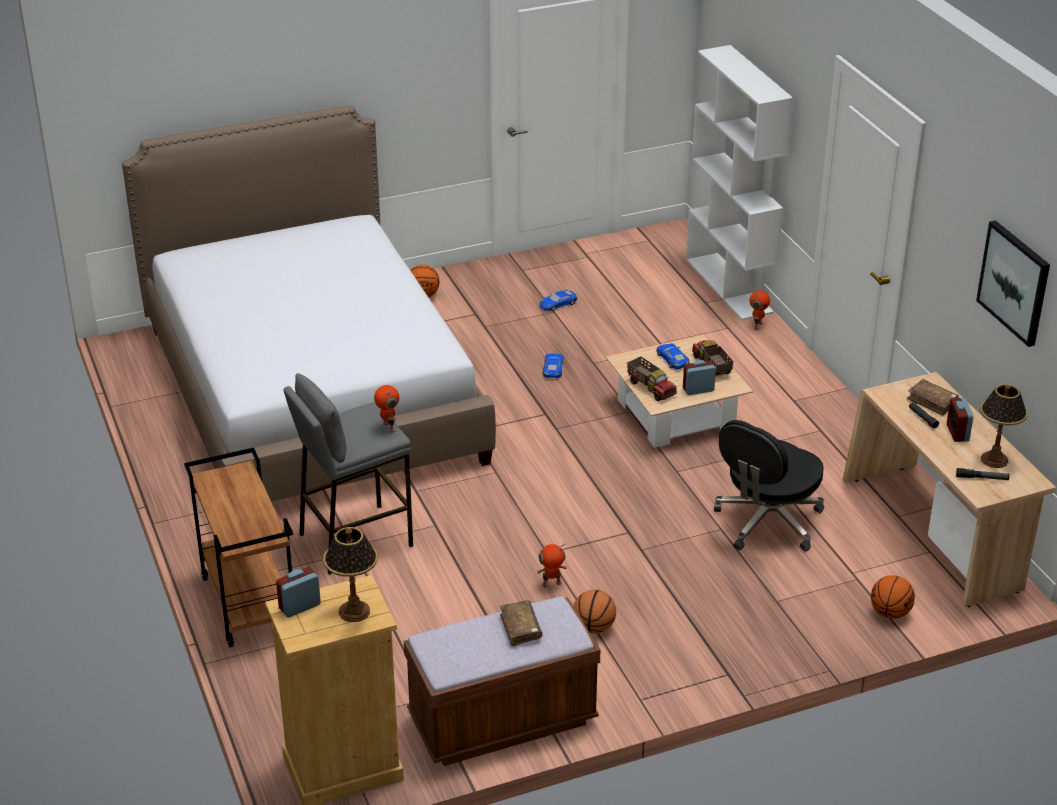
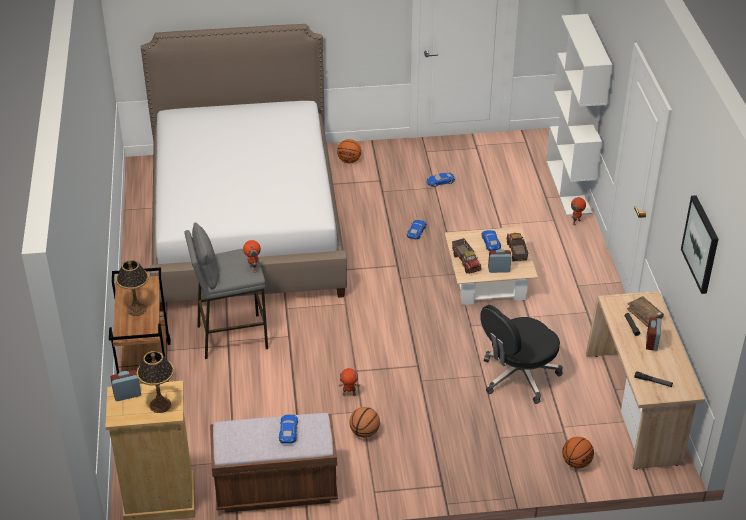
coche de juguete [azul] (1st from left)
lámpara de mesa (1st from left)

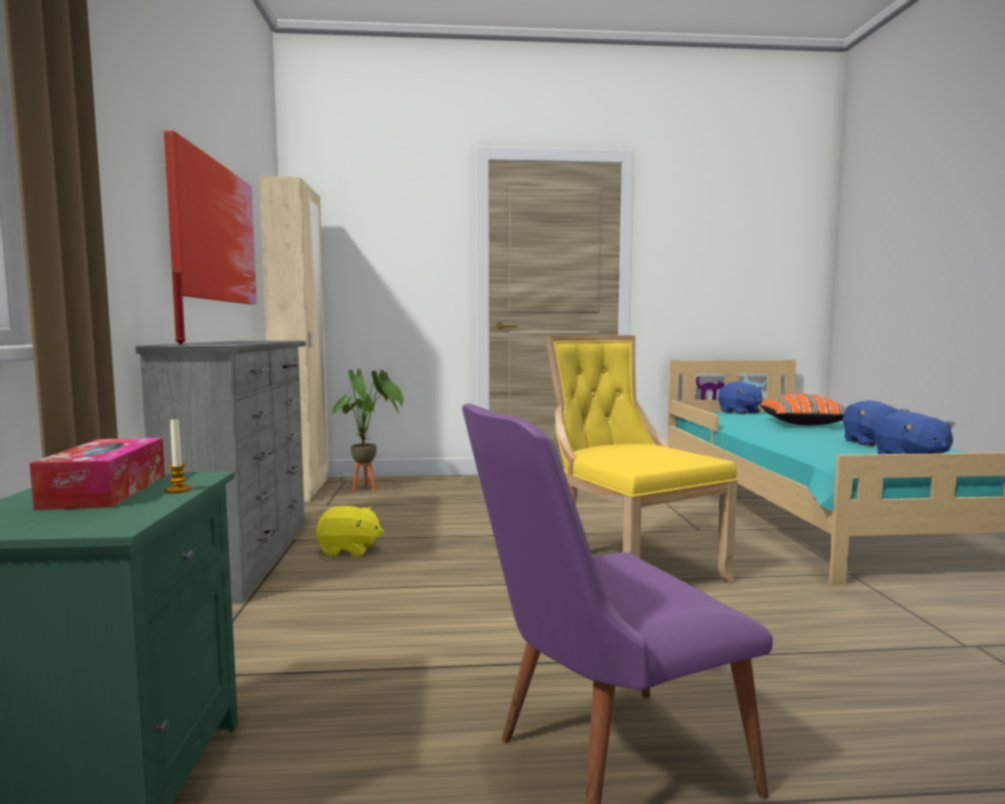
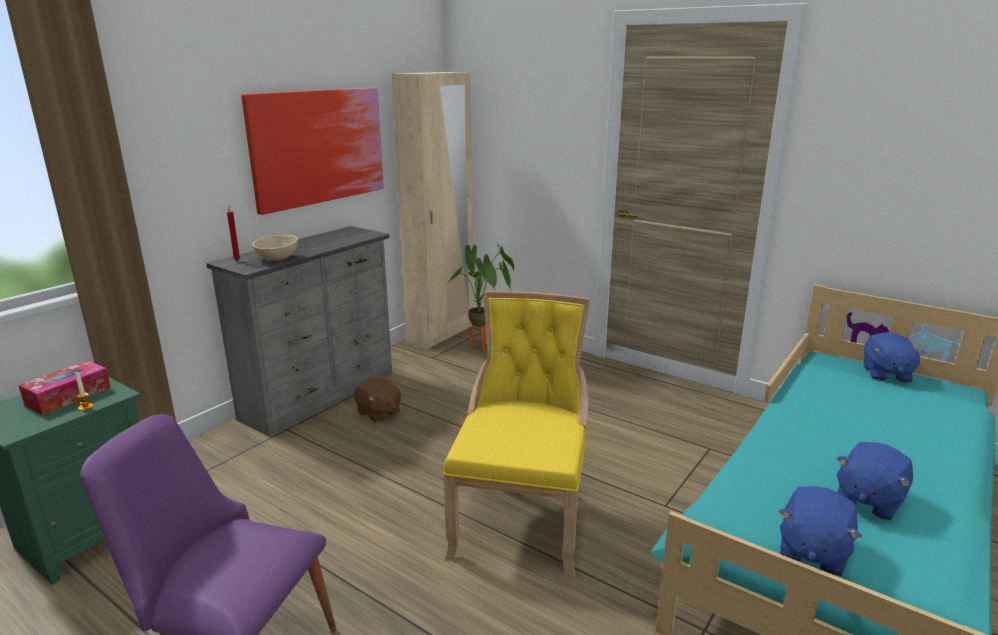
peluche [marrón]
cojín [naranja]
cuenco [beis]

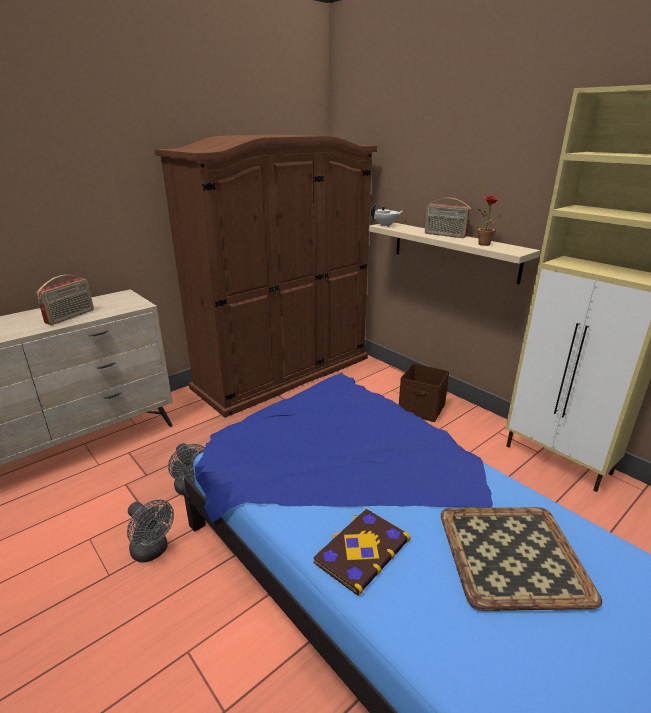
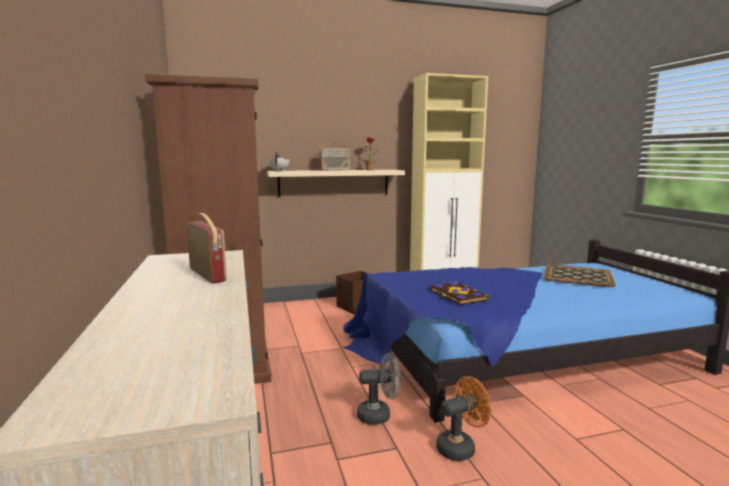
ventilador [naranja]
libro

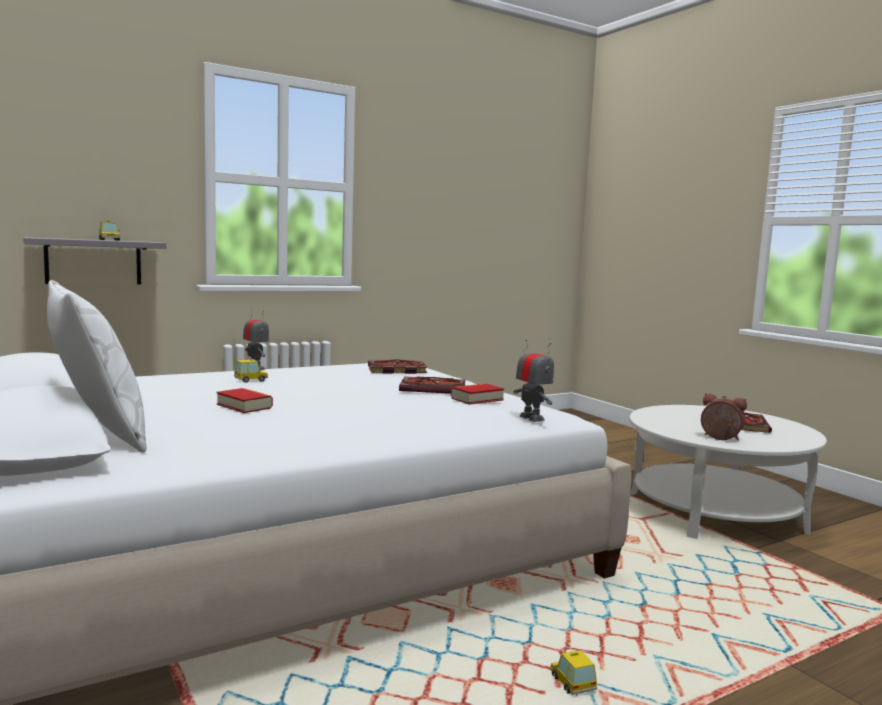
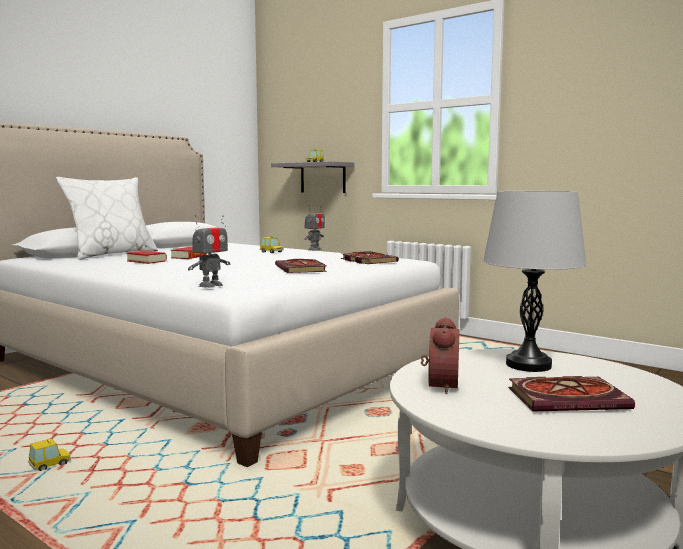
libro (1st from left)
lámpara de mesa [gris]

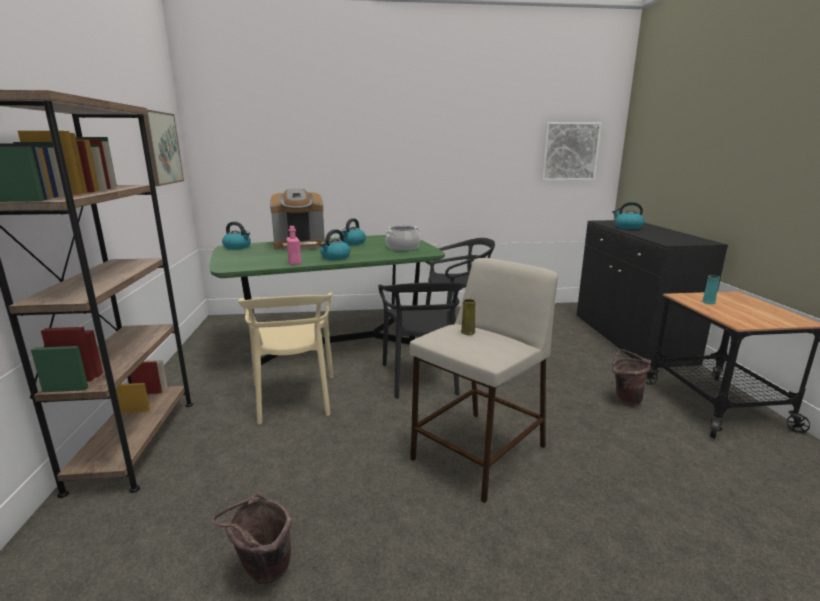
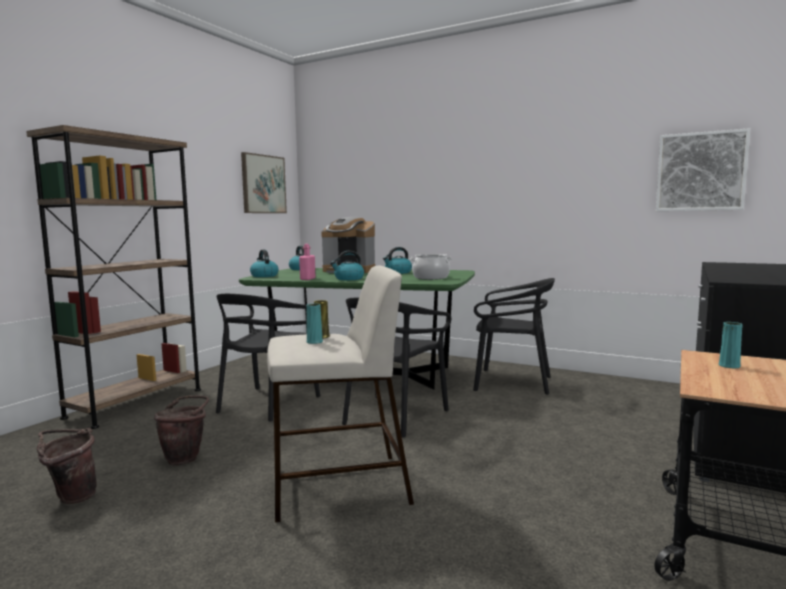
silla [negro] (1st from left)
hervidor (1st from left)
cubo [marrón] (2nd from left)
florero [turquesa] (1st from left)

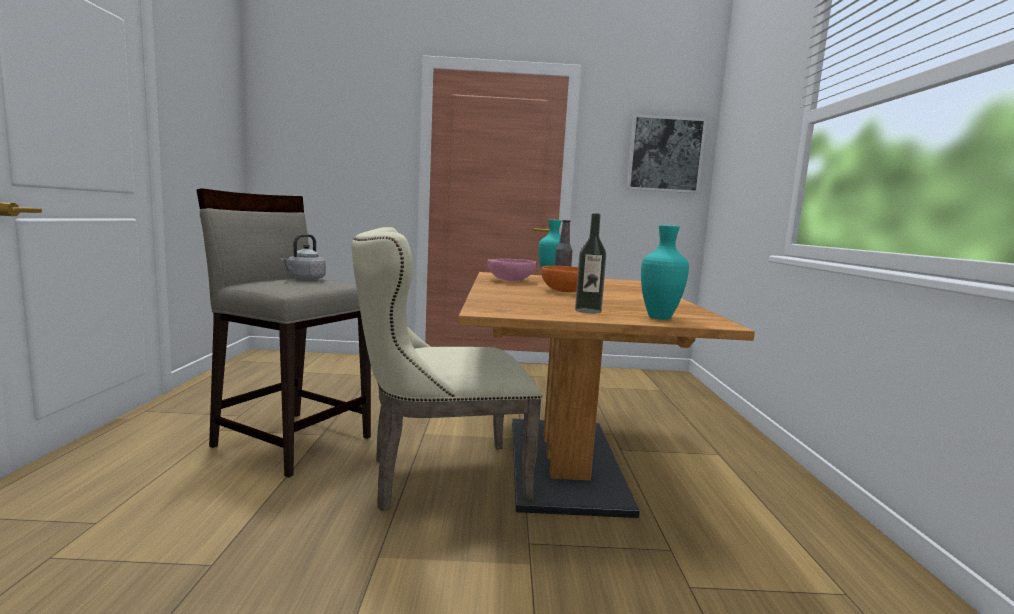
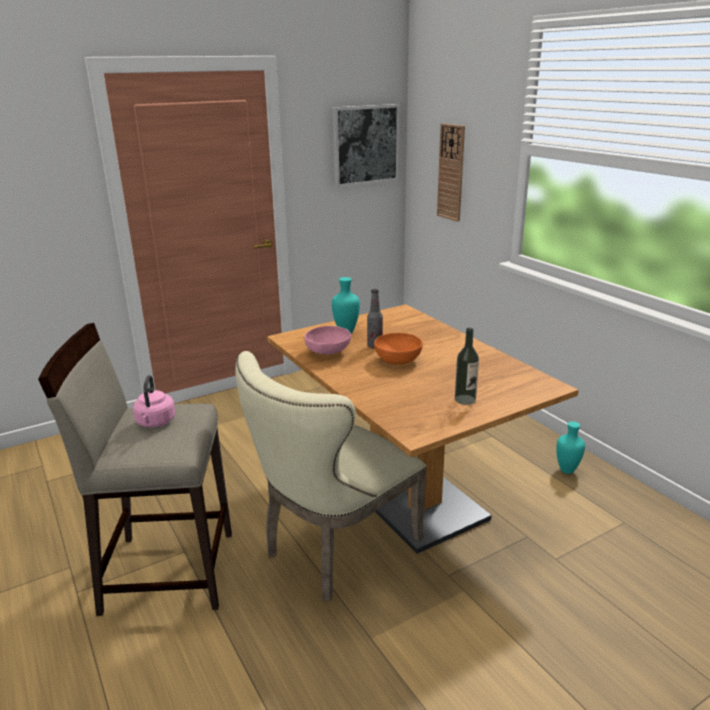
hervidor [rosa]
florero [turquesa] (2nd from left)
reloj de pared

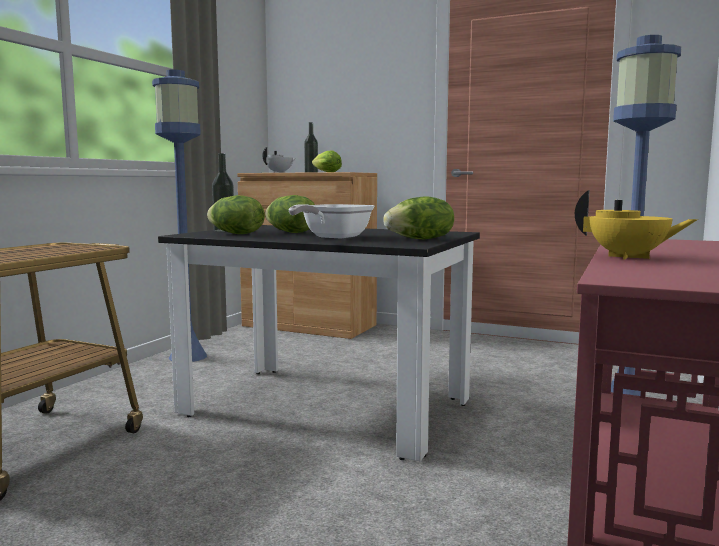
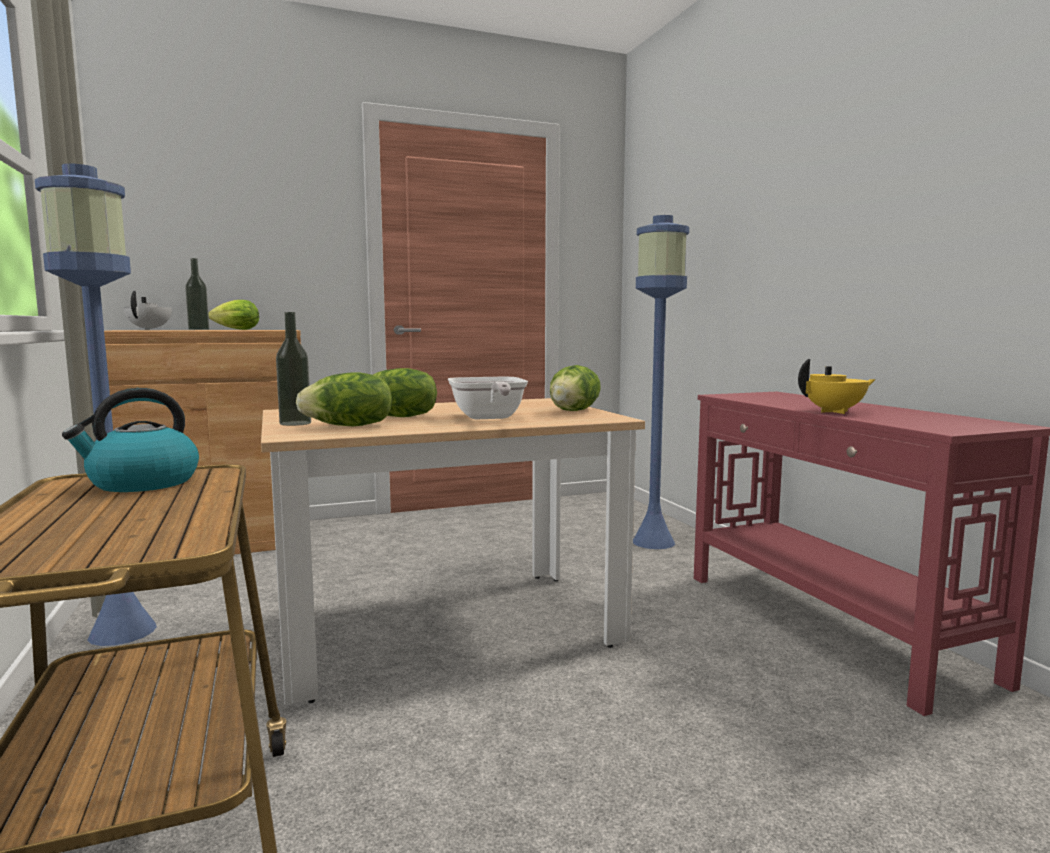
mesa de comedor [beis]
hervidor

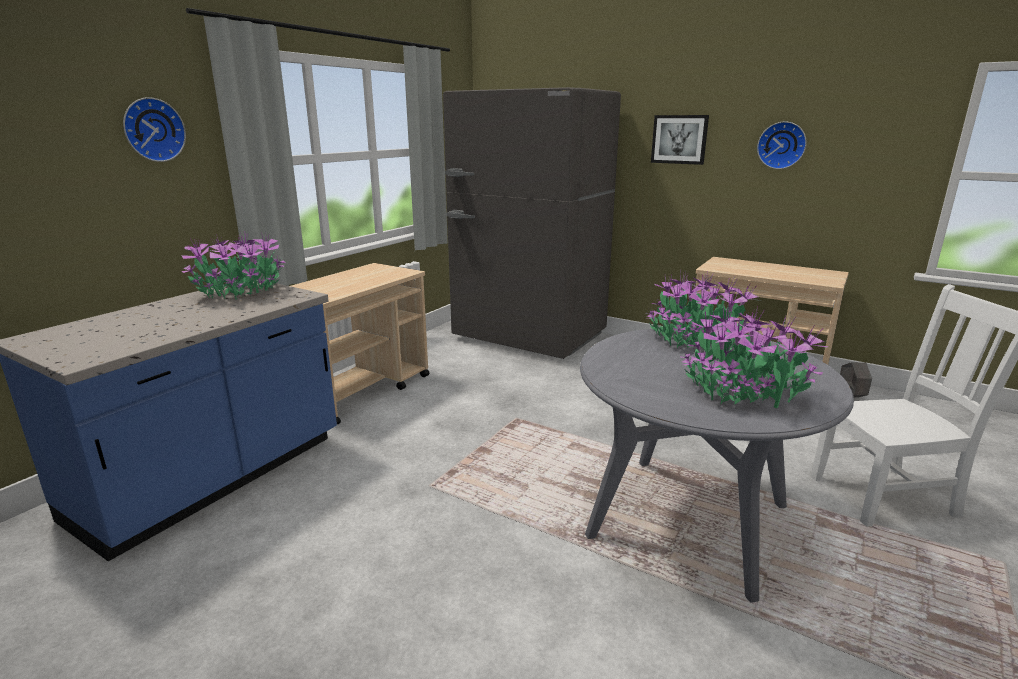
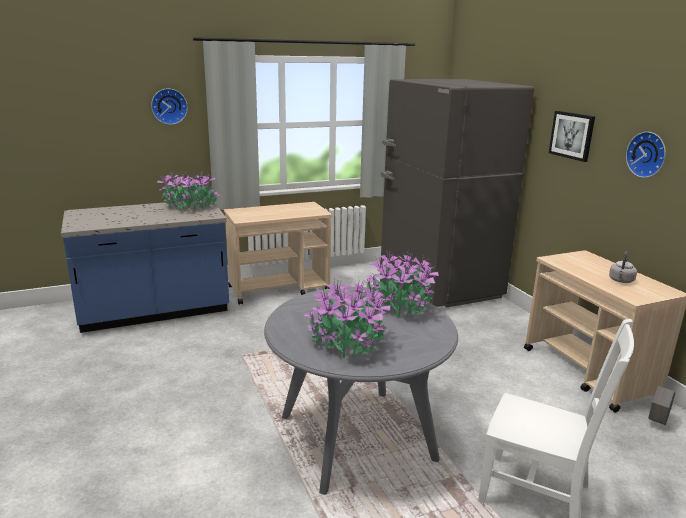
hervidor [gris]

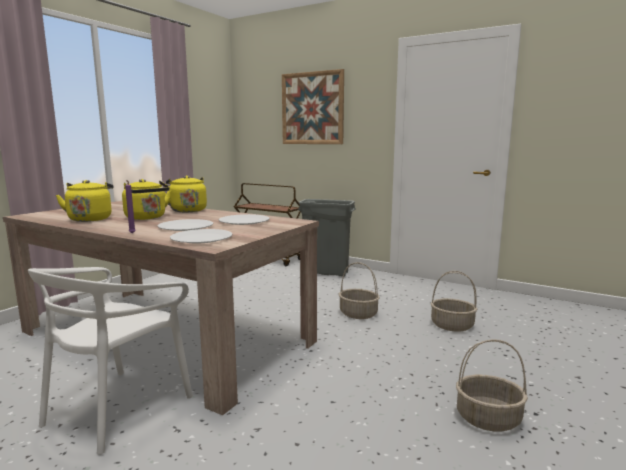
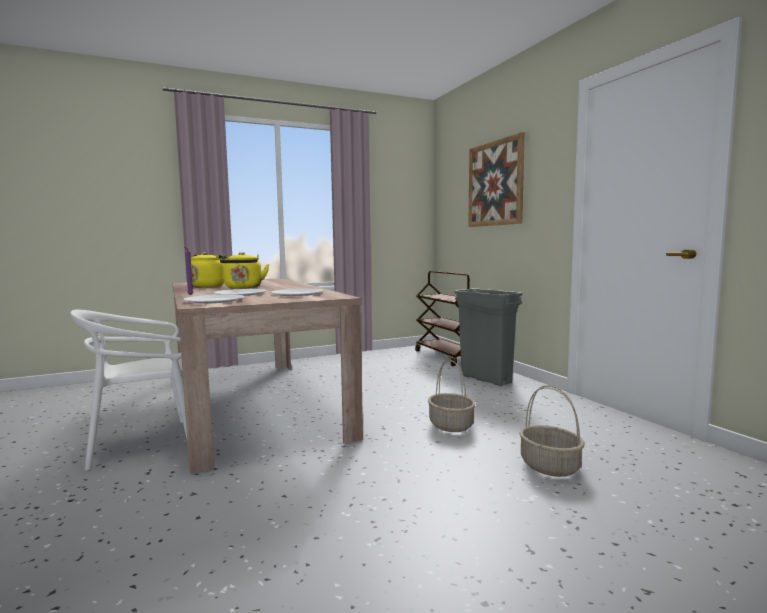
hervidor [amarillo] (3rd from left in the first image)
cesta (3rd from left in the first image)

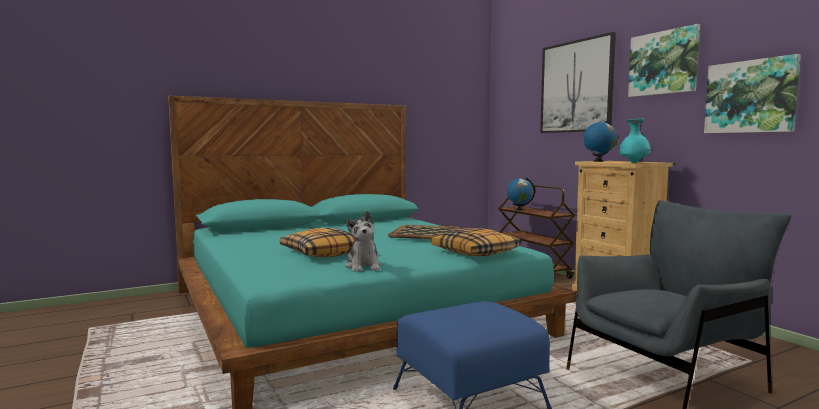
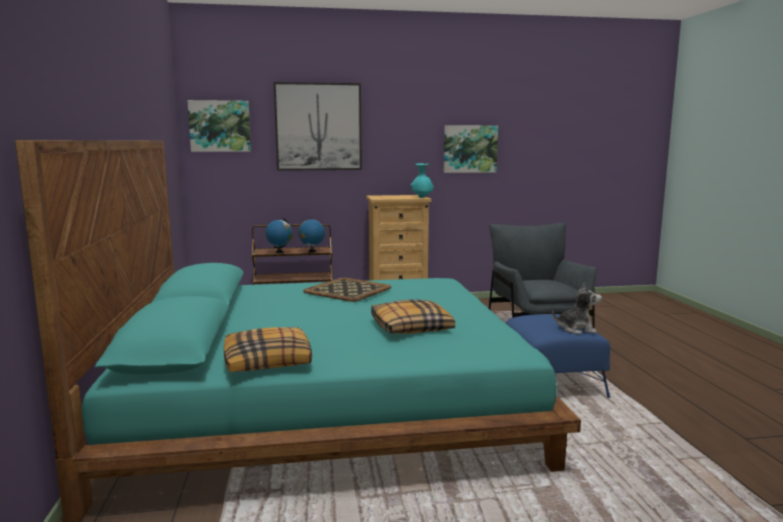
peluche
cojín (1st from left)
globo terráqueo (2nd from left)
cuadro (1st from left)

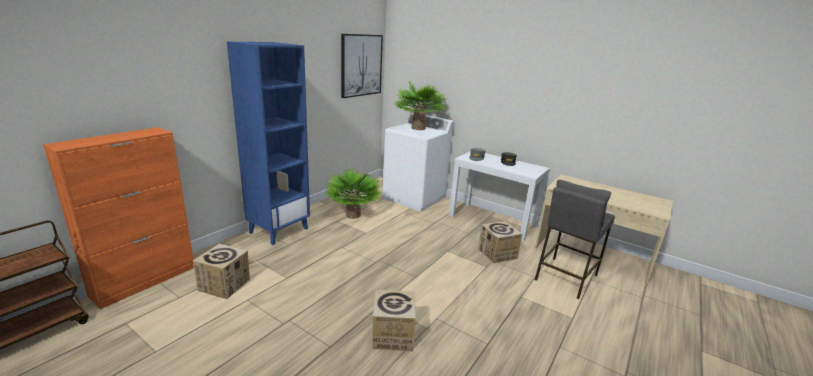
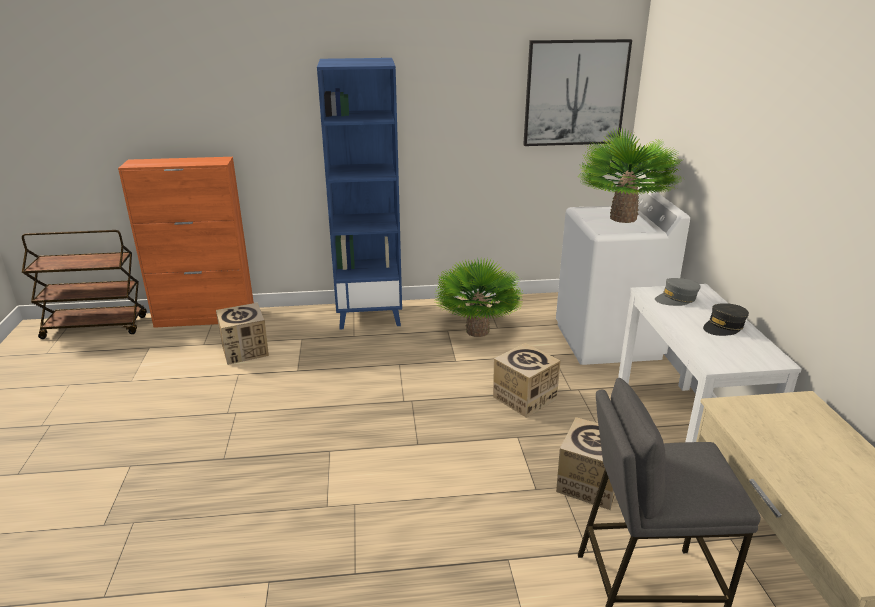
caja de cartón (2nd from left)

